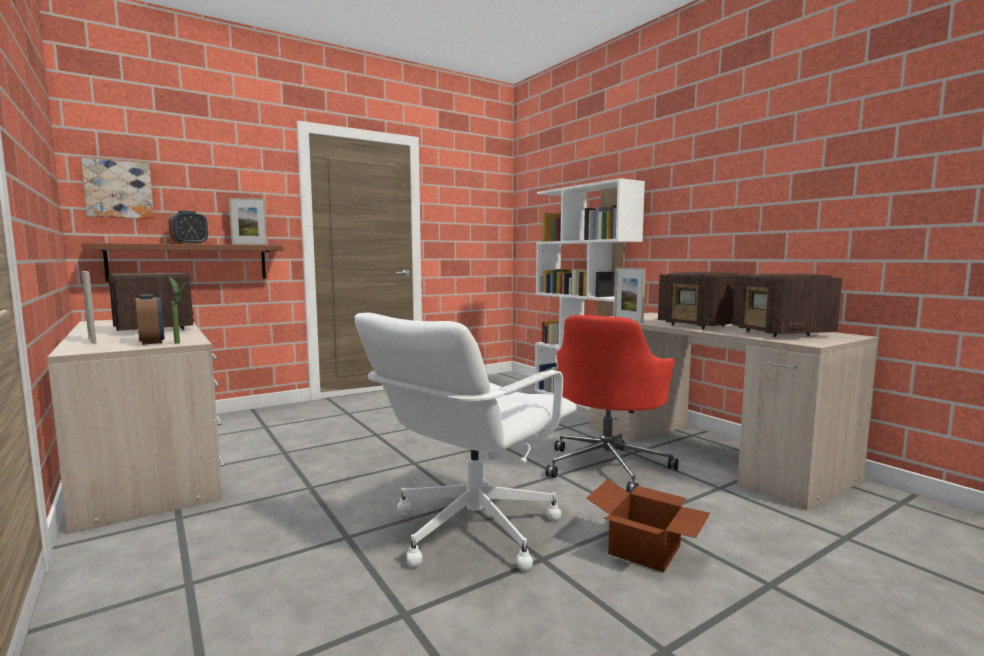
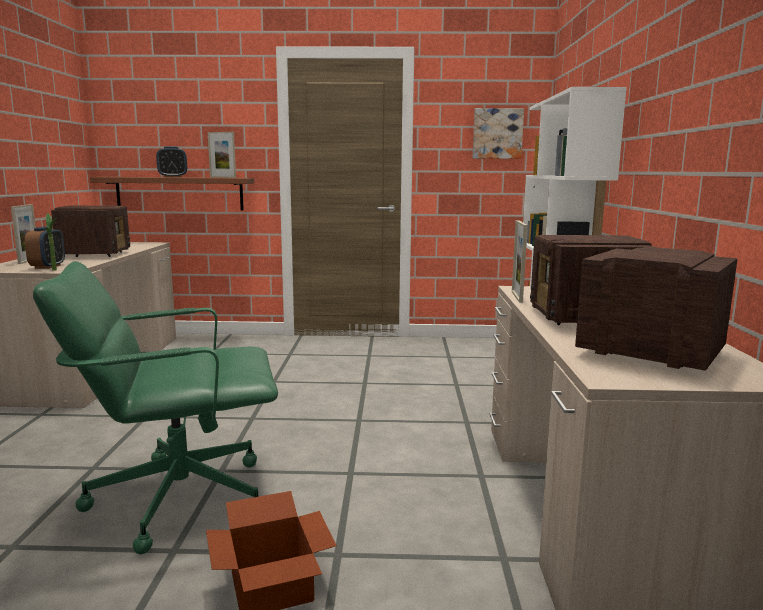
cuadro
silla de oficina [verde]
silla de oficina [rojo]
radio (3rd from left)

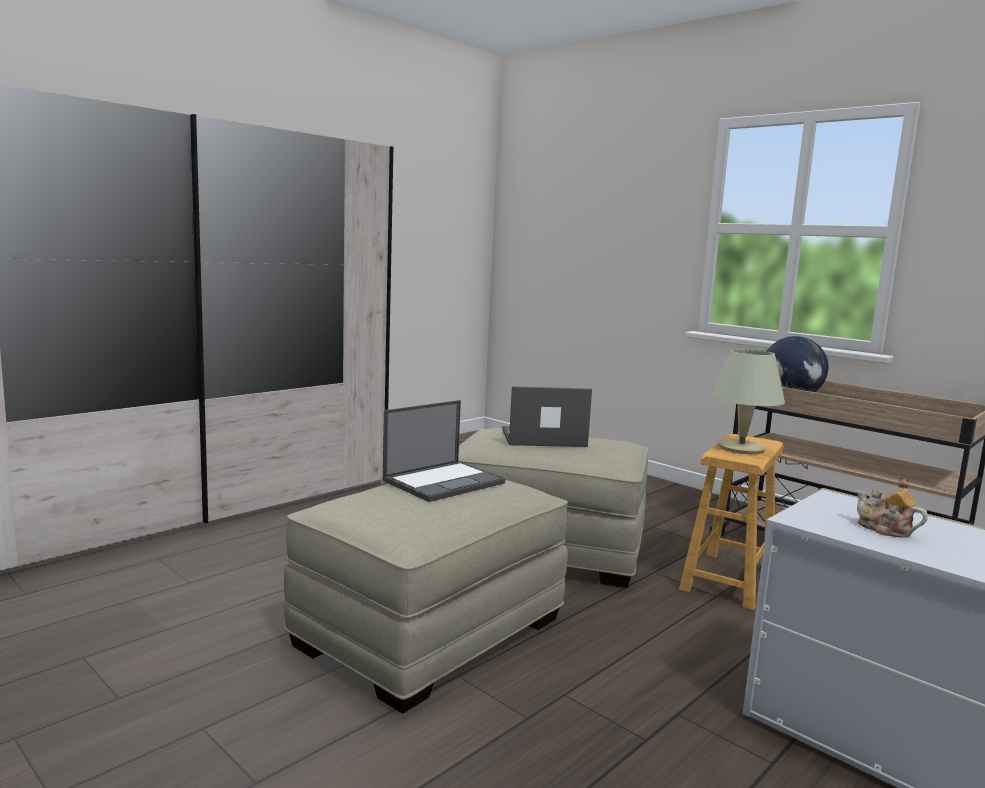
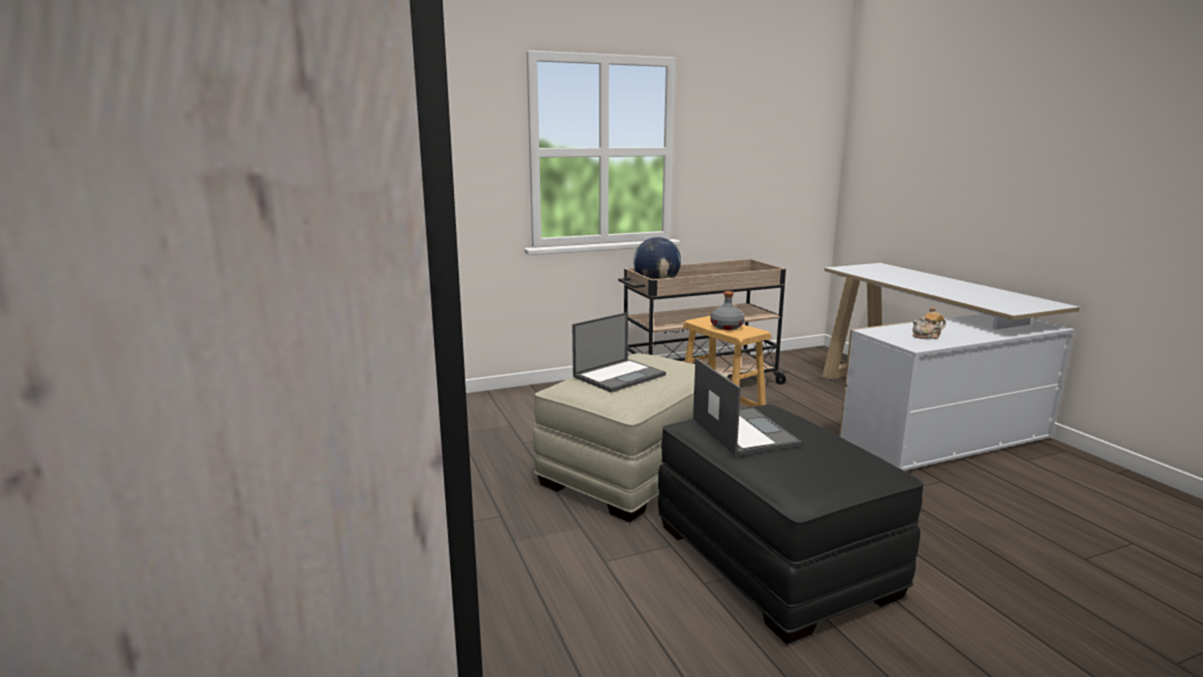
puf [negro]
portátil (1st from left)
botella [gris]

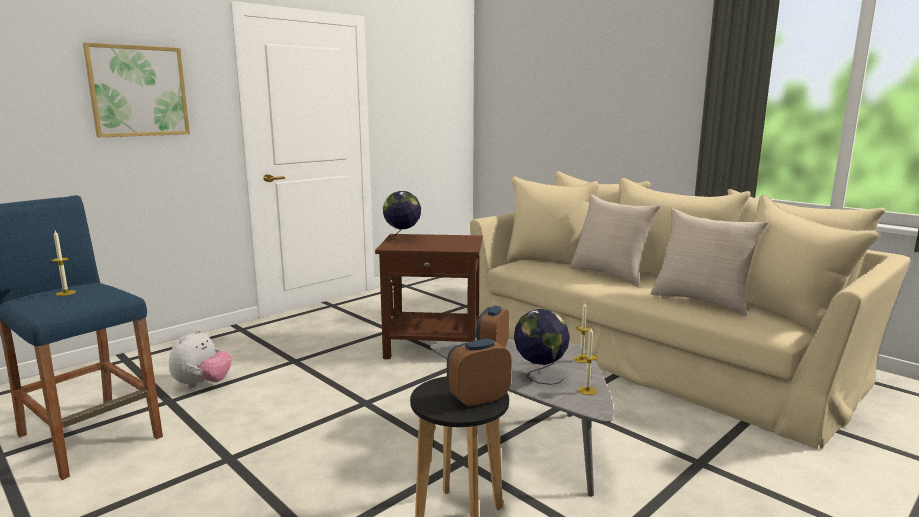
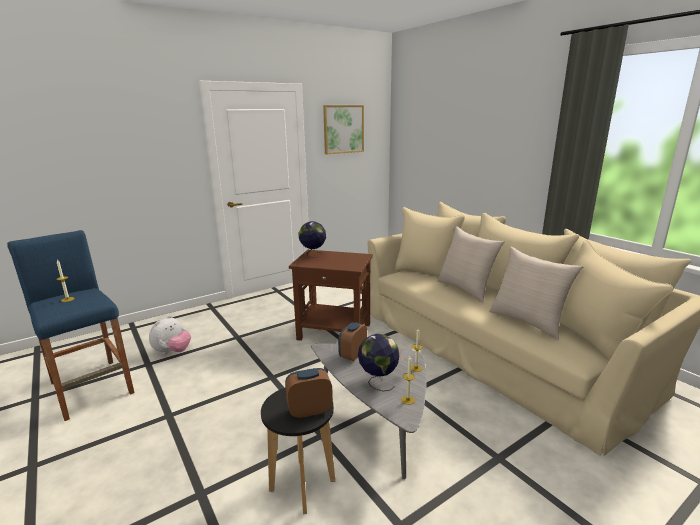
cuadro

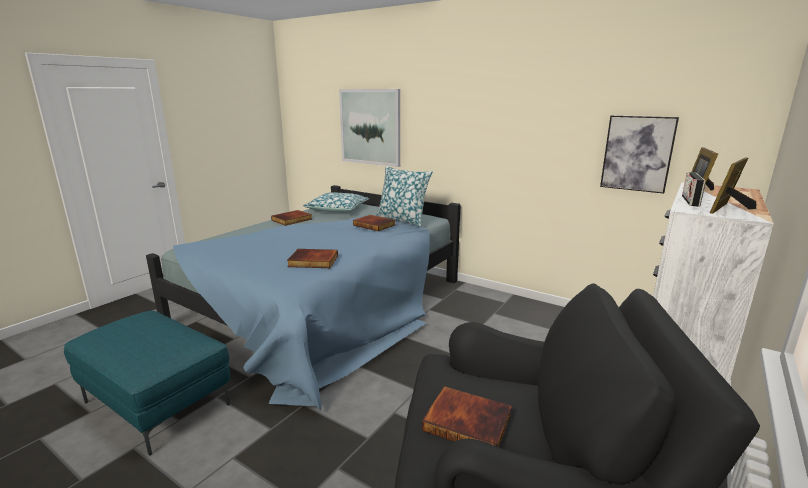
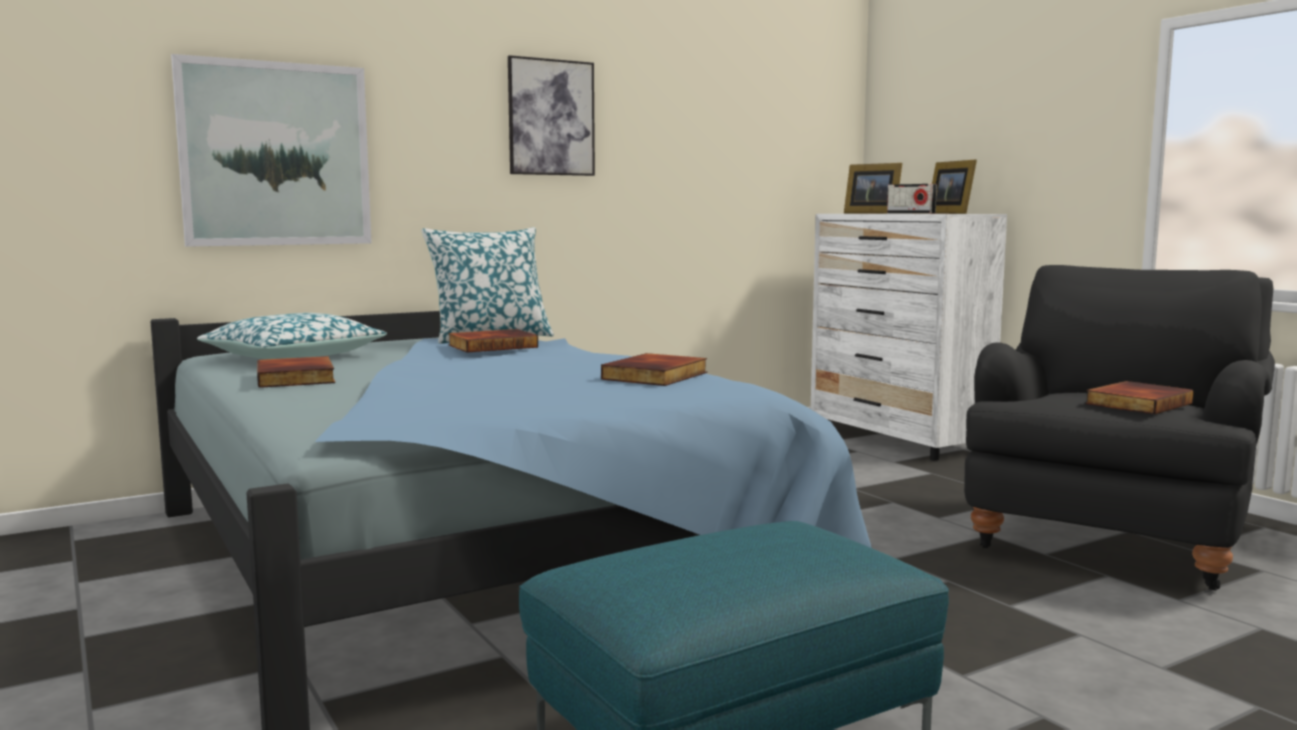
cuadro (2nd from left)

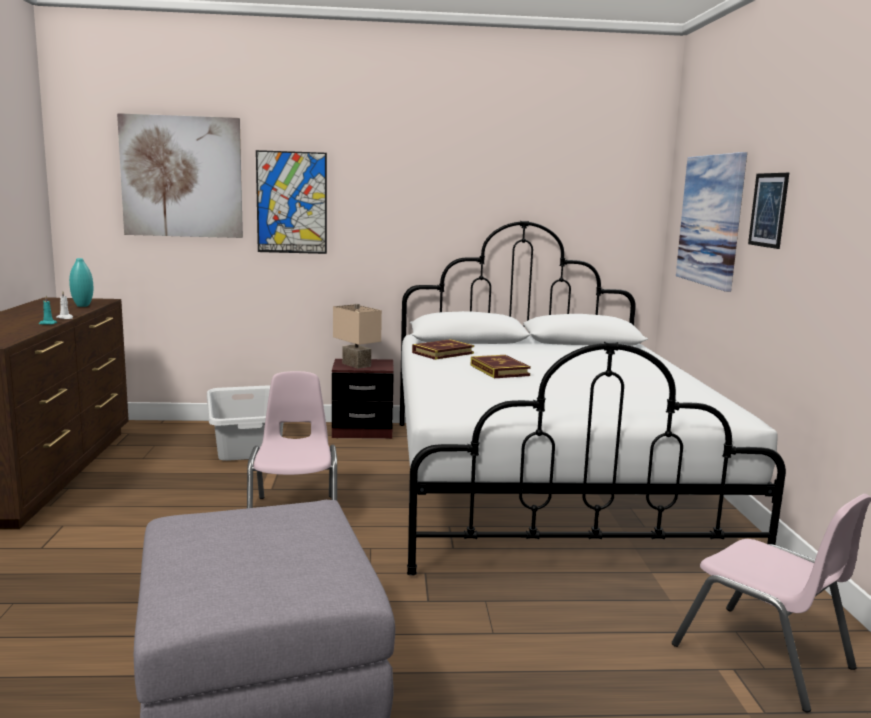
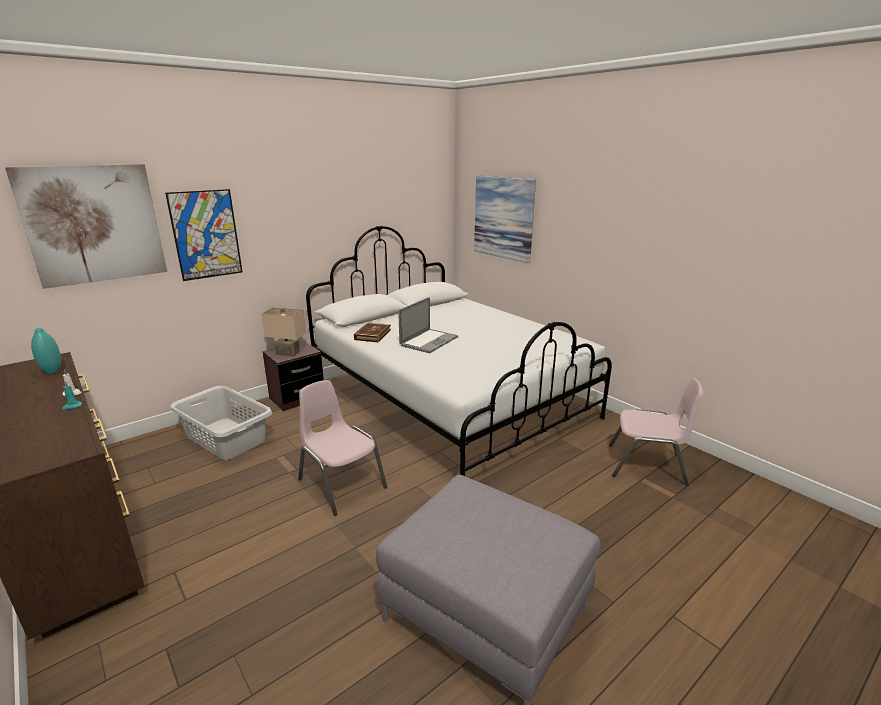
portátil
cuadro (4th from left in the first image)

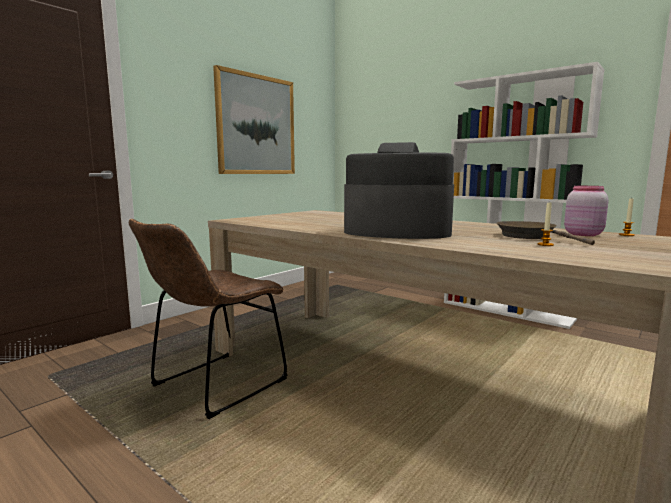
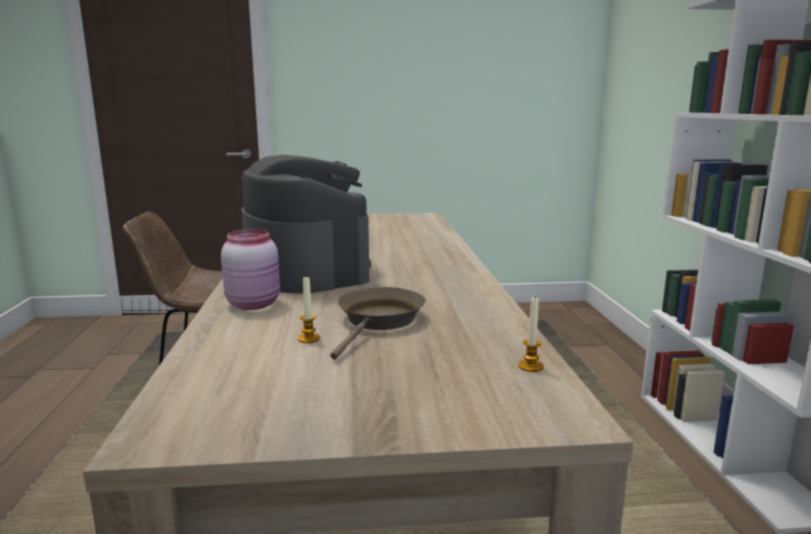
cuadro
tarro [rosa]

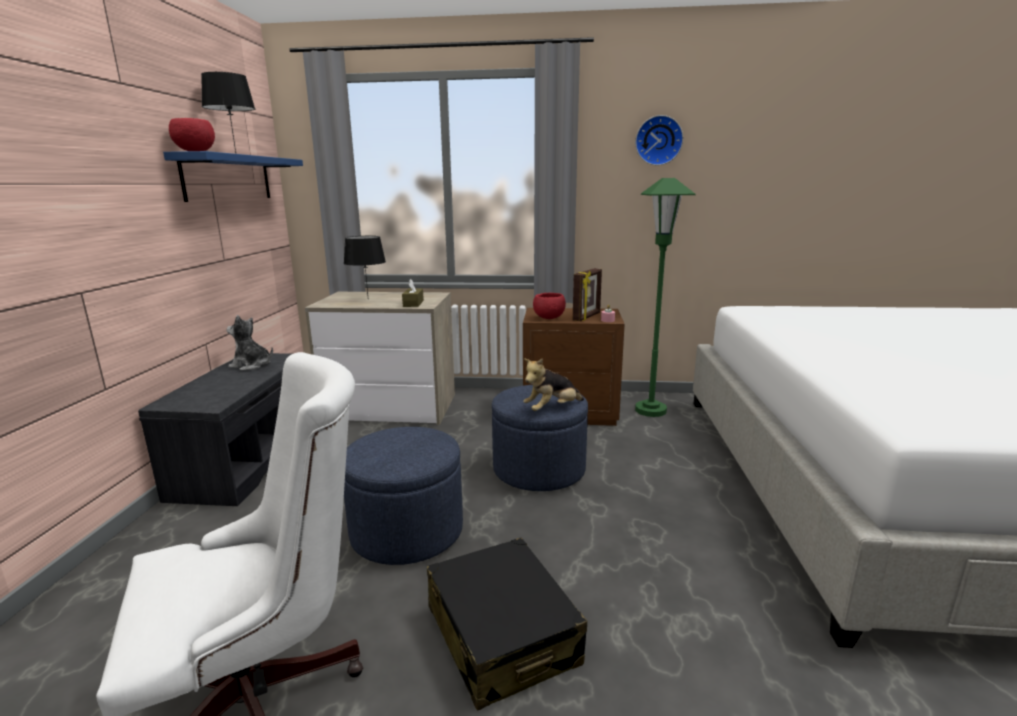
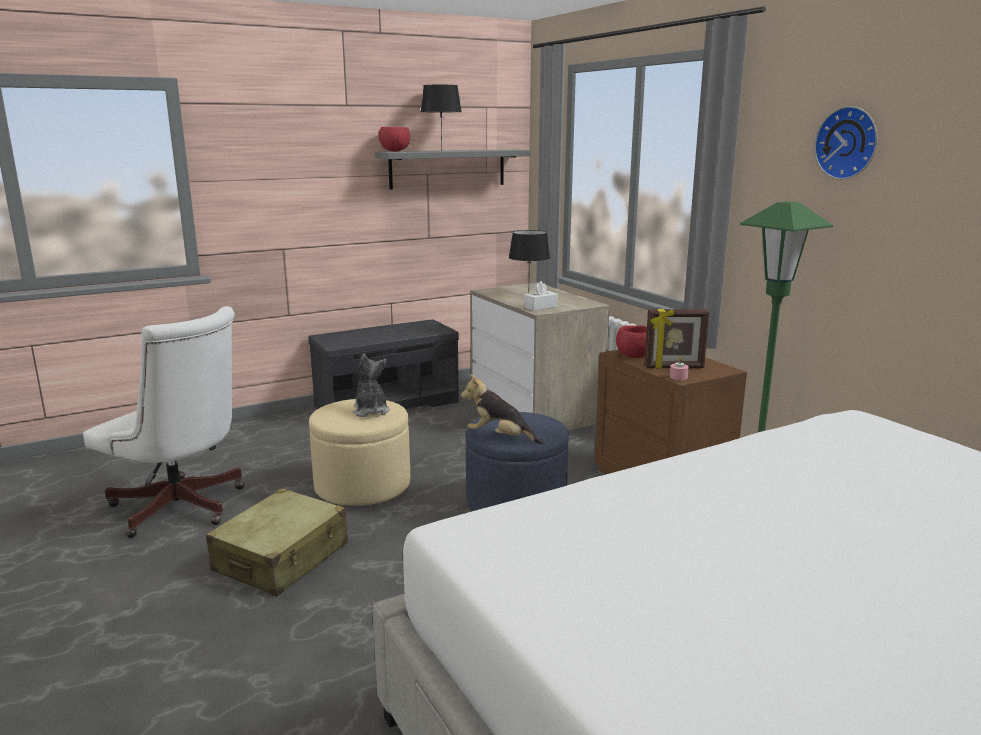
estante [gris]
peluche (1st from left)
puf [beis]
caja de pañuelos [blanco]
maleta [beis]

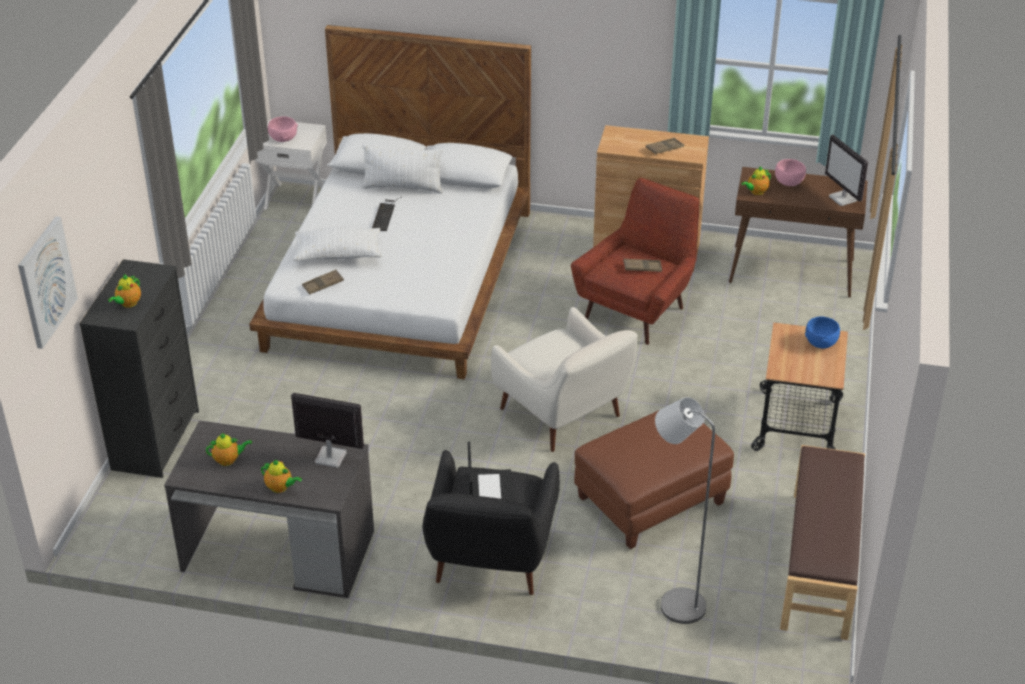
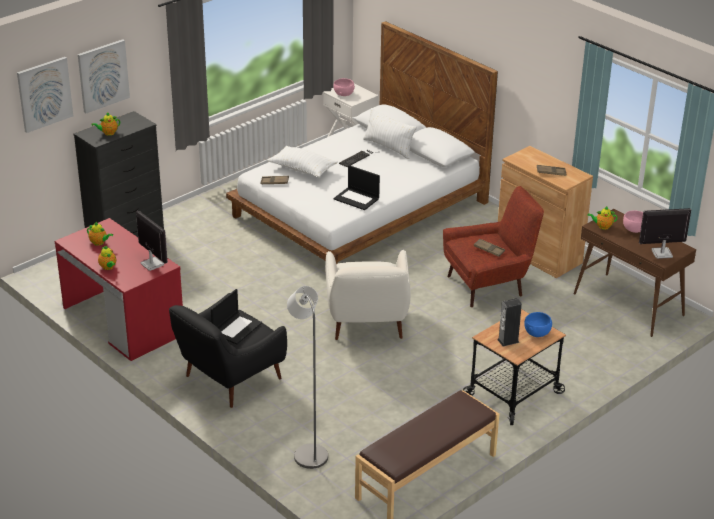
escritorio [rojo]
puf [marrón]
monitor (2nd from left)
cuadro (2nd from left)
portátil (2nd from left)
altavoz

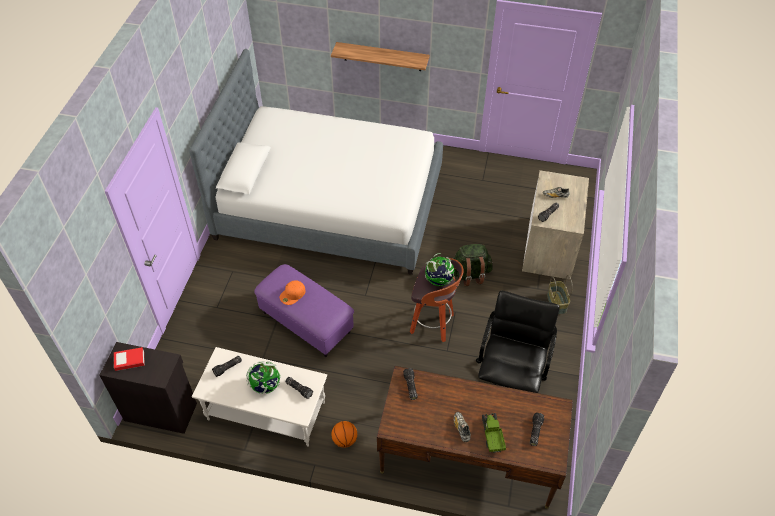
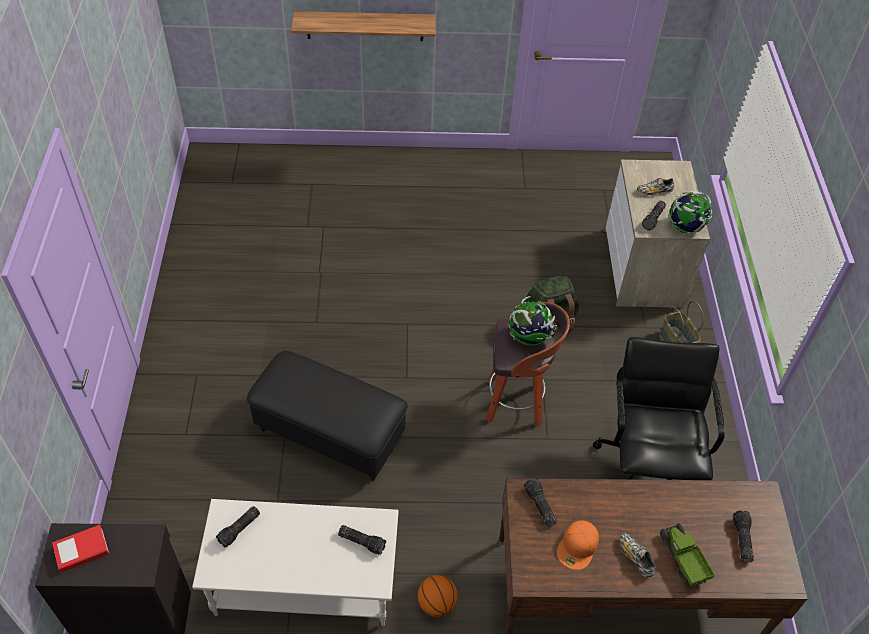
cama
globo terráqueo (2nd from left)
puf [negro]
gorra [naranja]

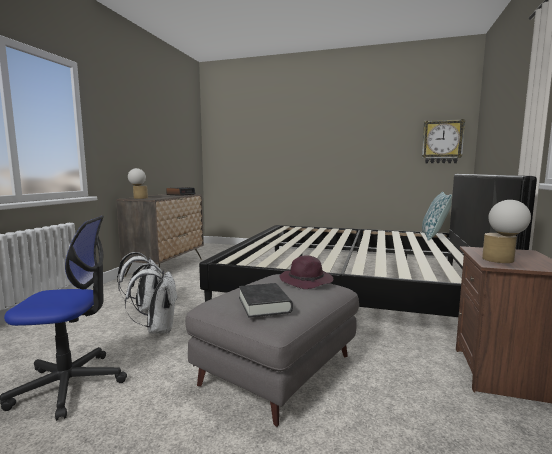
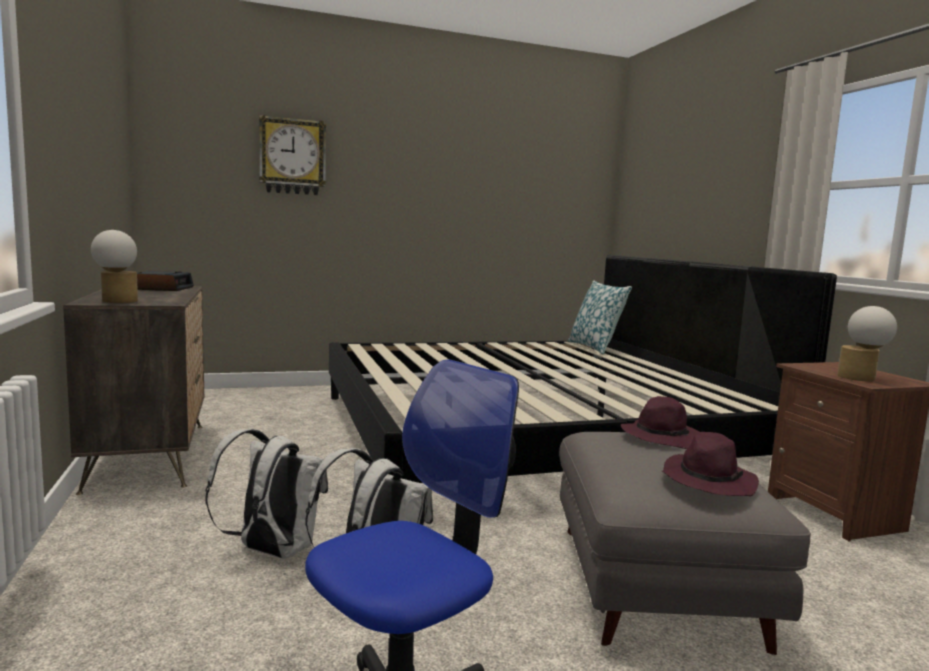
sombrero [morado] (2nd from left)
reloj de pared

